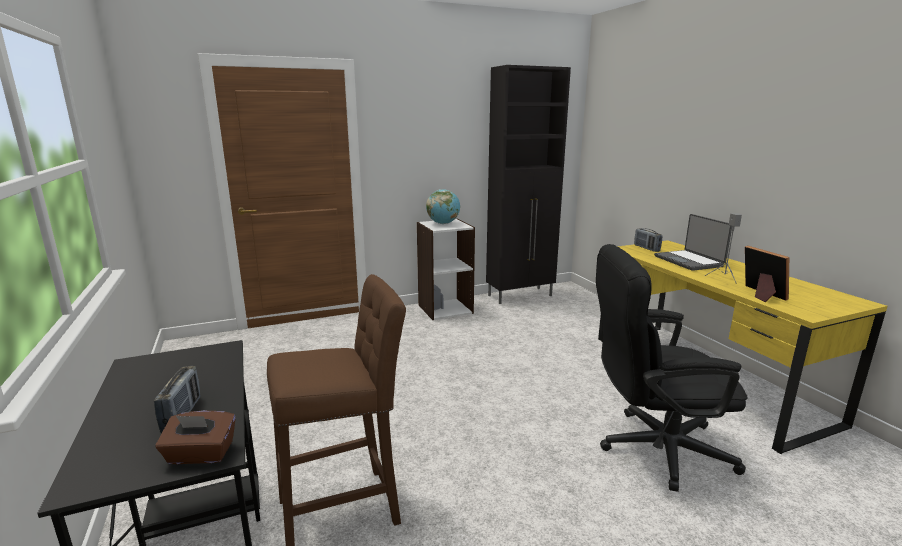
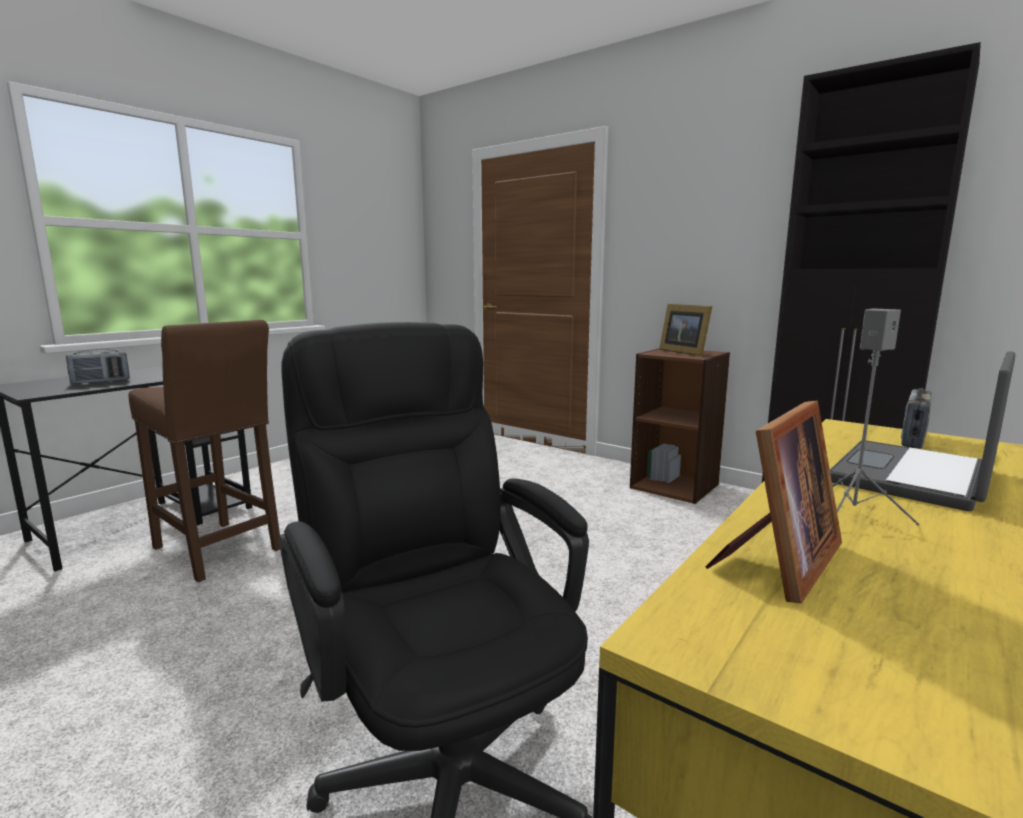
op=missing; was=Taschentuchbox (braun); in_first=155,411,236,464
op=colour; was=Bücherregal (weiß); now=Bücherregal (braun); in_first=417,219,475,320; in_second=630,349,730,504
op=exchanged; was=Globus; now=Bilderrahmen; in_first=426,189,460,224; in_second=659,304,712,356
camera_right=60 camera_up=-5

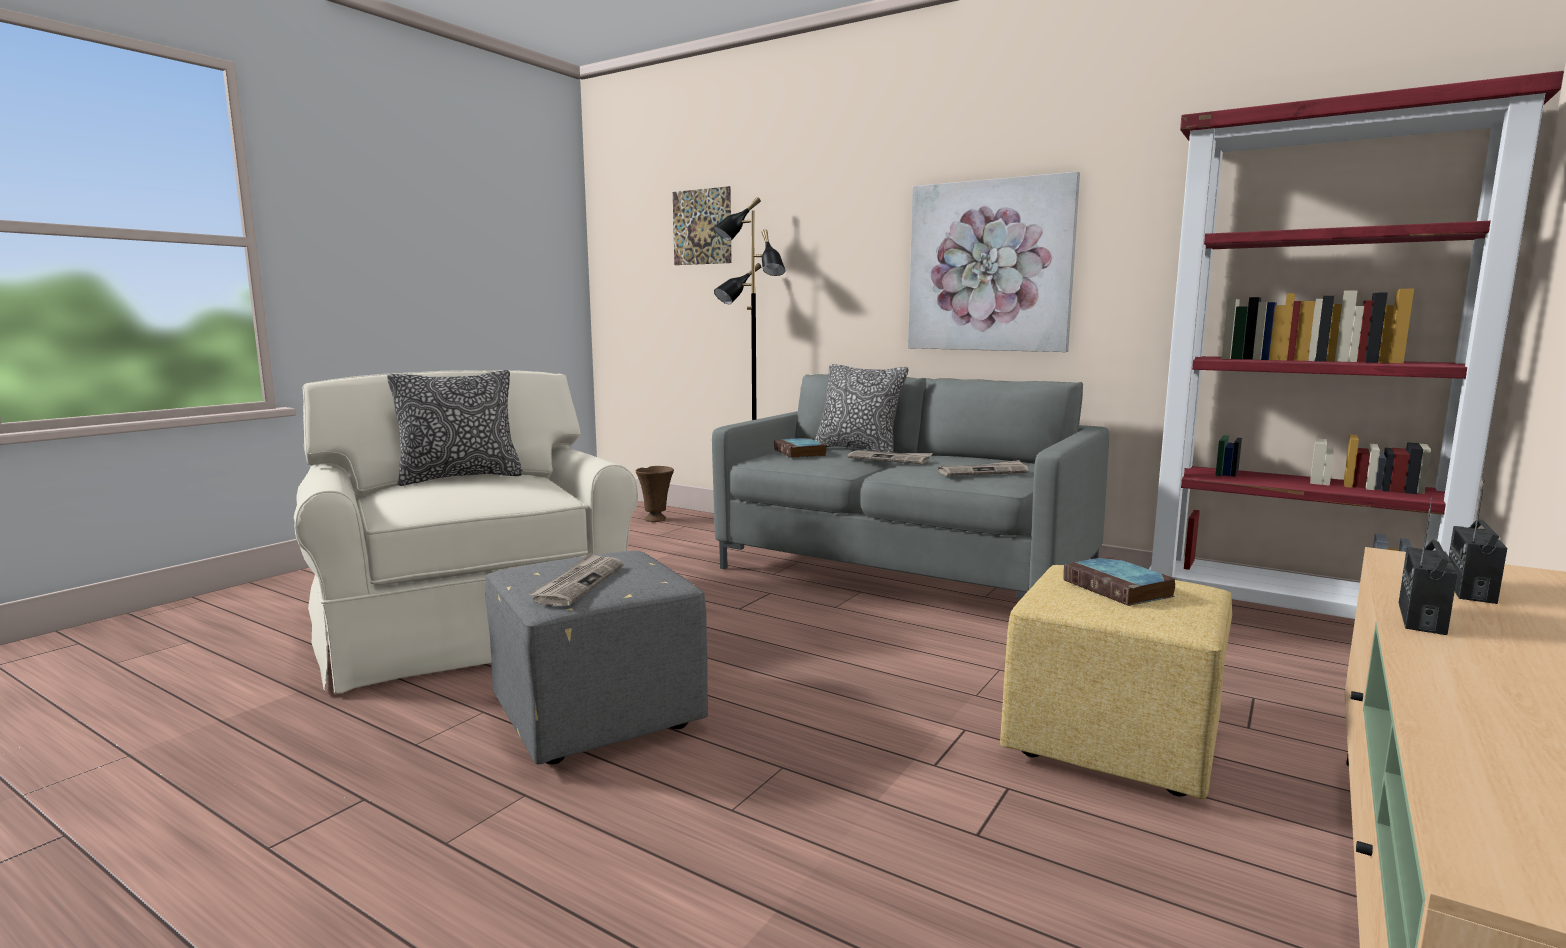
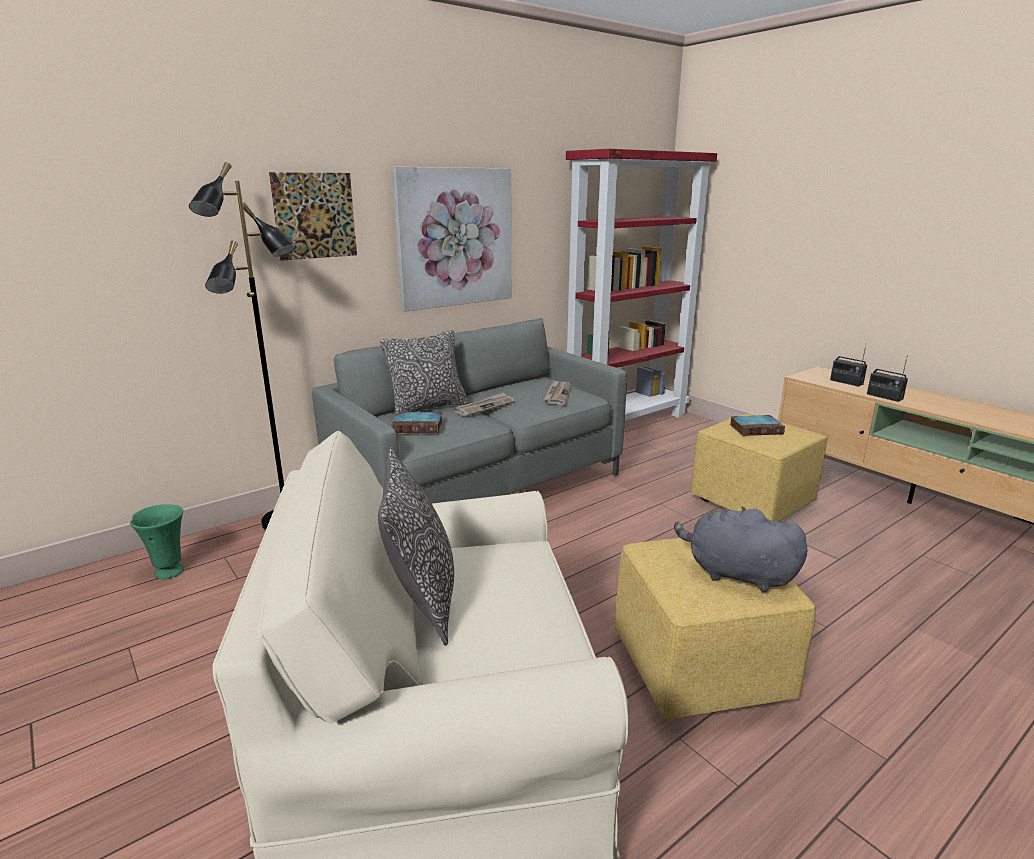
op=colour; was=Polsterhocker (grau); now=Polsterhocker (gelb); in_first=485,551,708,764; in_second=615,538,816,720
op=exchanged; was=Zeitung; now=Plüschtier (grau); in_first=528,553,623,606; in_second=674,506,808,592
op=colour; was=Vase (braun); now=Vase (grün); in_first=636,466,674,522; in_second=130,504,184,579
op=relocated; was=Bild; in_first=673,186,731,265; in_second=269,172,357,261
camera_right=-70 camera_up=10

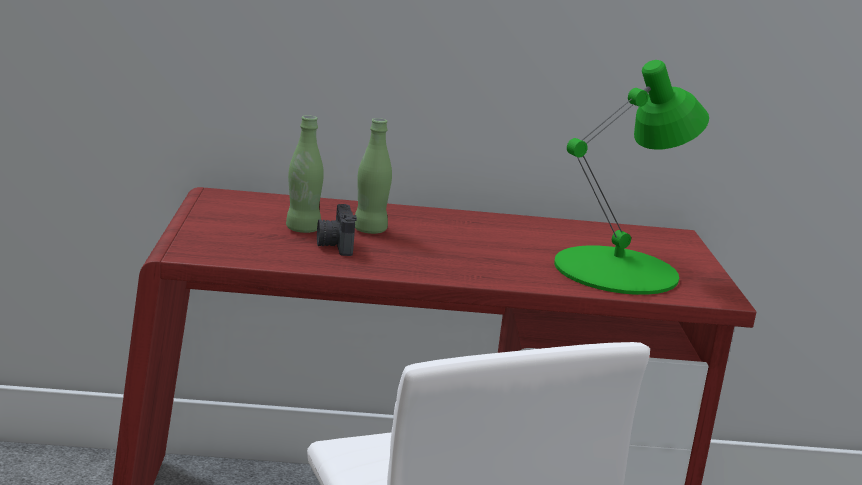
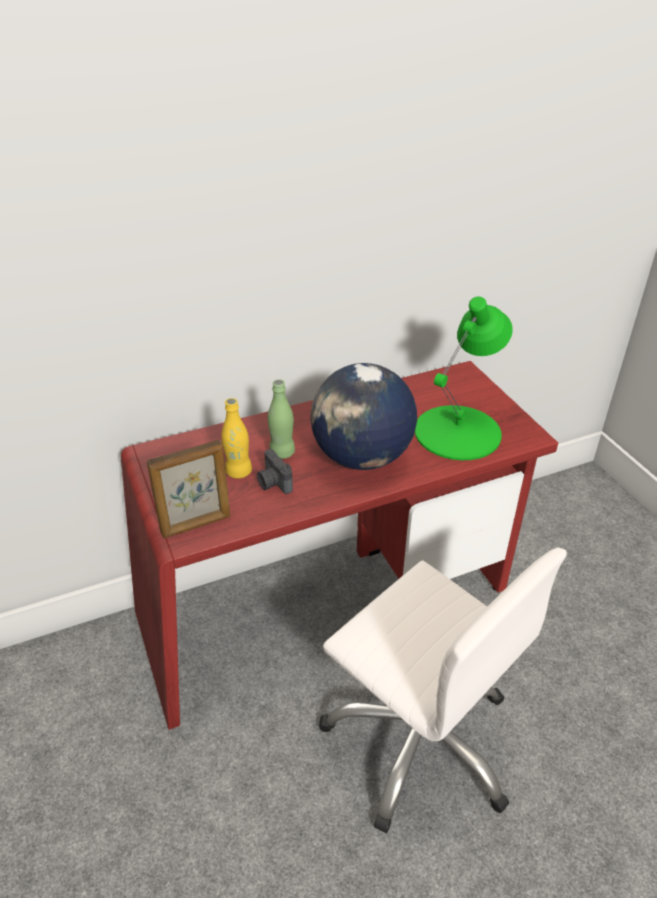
op=colour; was=Flasche (grün); now=Flasche (gelb); in_first=286,115,324,233; in_second=221,398,252,479
op=appeared; now=Bilderrahmen; in_second=147,440,230,538
op=appeared; now=Globus; in_second=310,363,417,470
camera_right=-20 camera_up=20

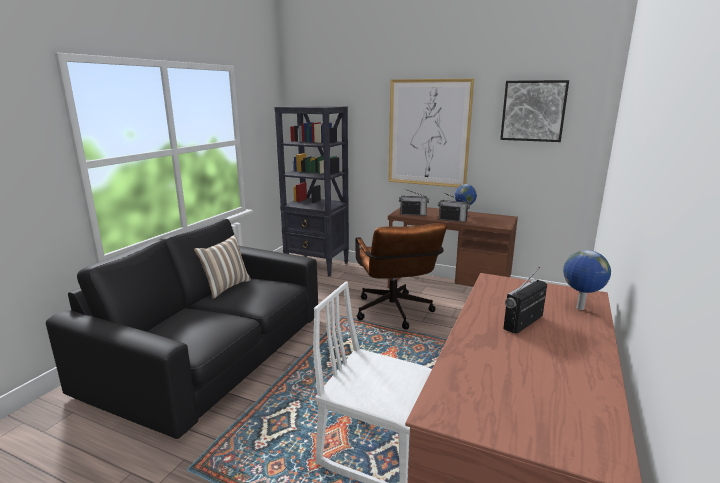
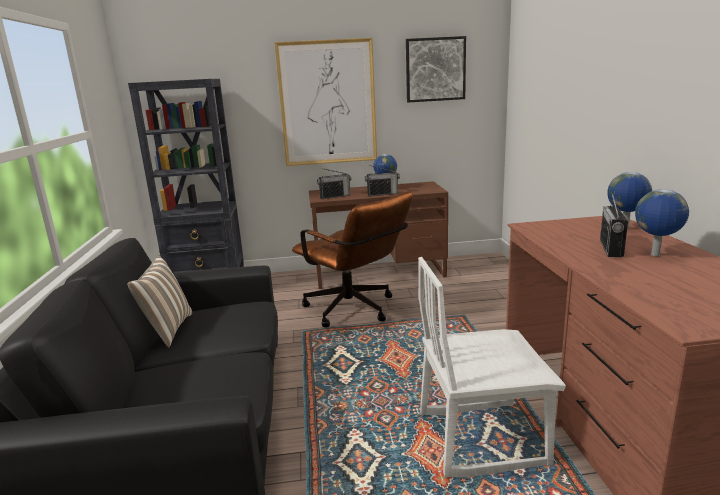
op=appeared; now=Globus; in_second=635,189,689,256
camera_right=-30 camera_up=0

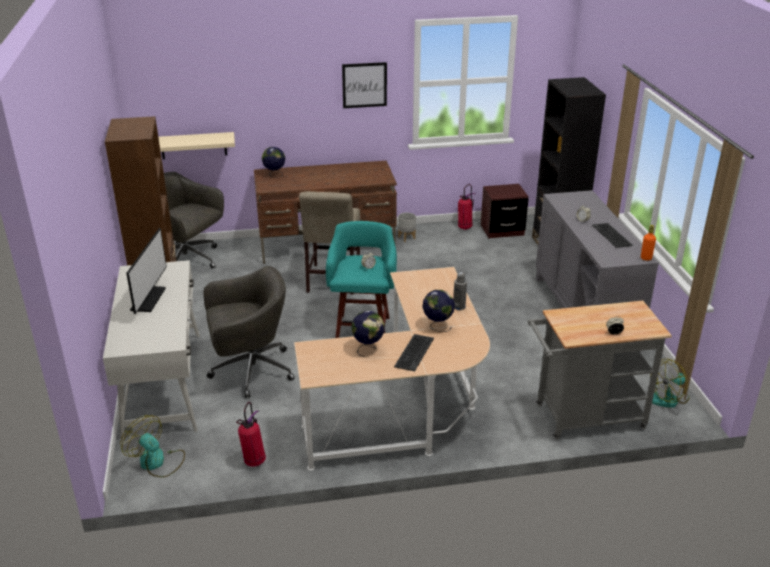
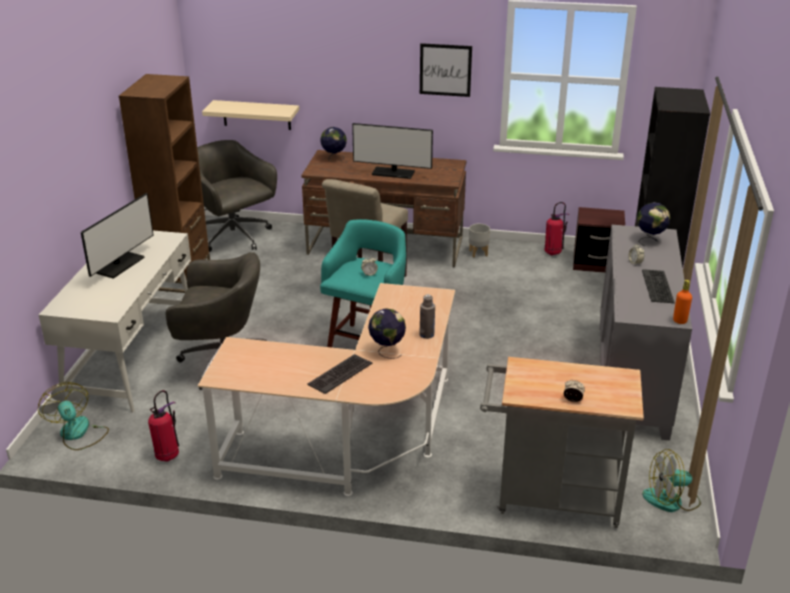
op=relocated; was=Globus; in_first=352,311,385,357; in_second=637,202,670,246
op=appeared; now=Monitor; in_second=352,123,433,179
camera_right=20 camera_up=0

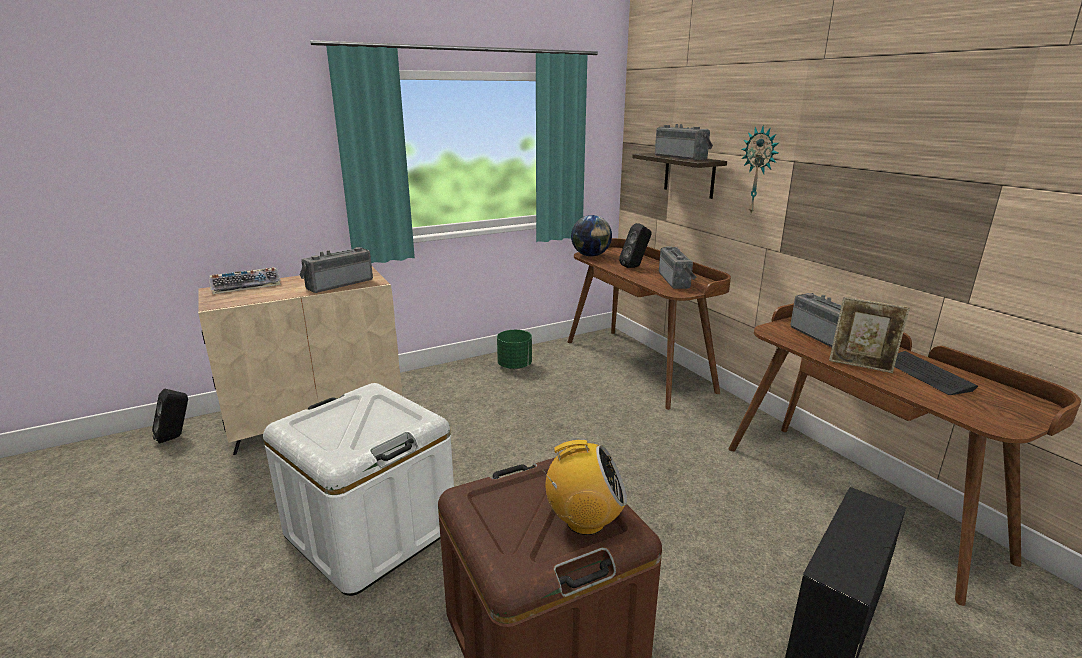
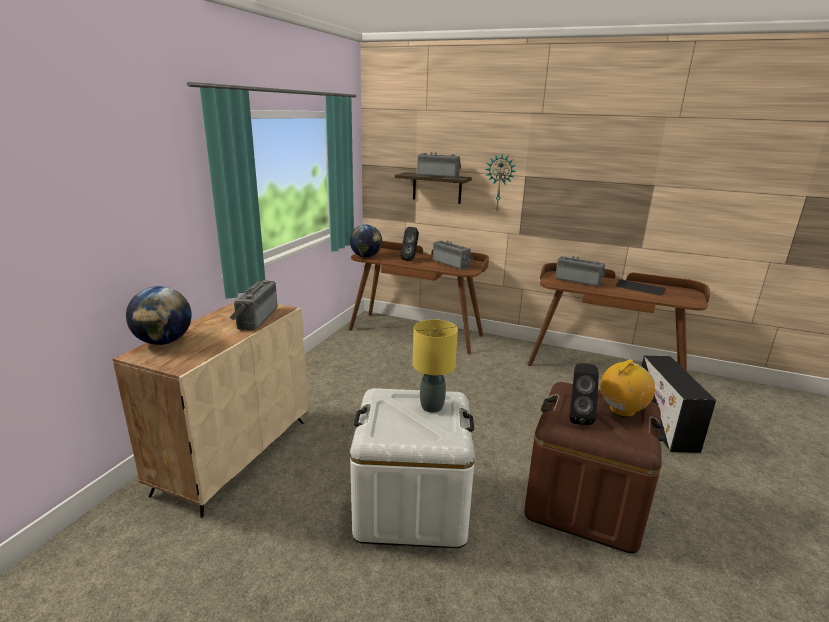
op=relocated; was=Lautsprecher (schwarz); in_first=152,389,188,444; in_second=569,363,599,425
op=exchanged; was=Tastatur; now=Globus; in_first=209,267,281,294; in_second=126,286,192,345
op=missing; was=Pflanzkübel (grün); in_first=497,330,532,369
op=missing; was=Bilderrahmen; in_first=829,297,910,373
op=appeared; now=Tischlampe (gelb); in_second=413,319,458,413
camera_right=-40 camera_up=0

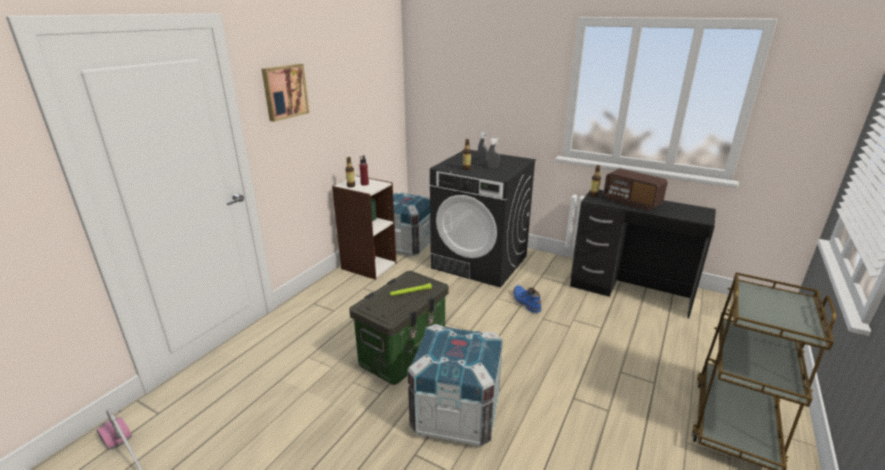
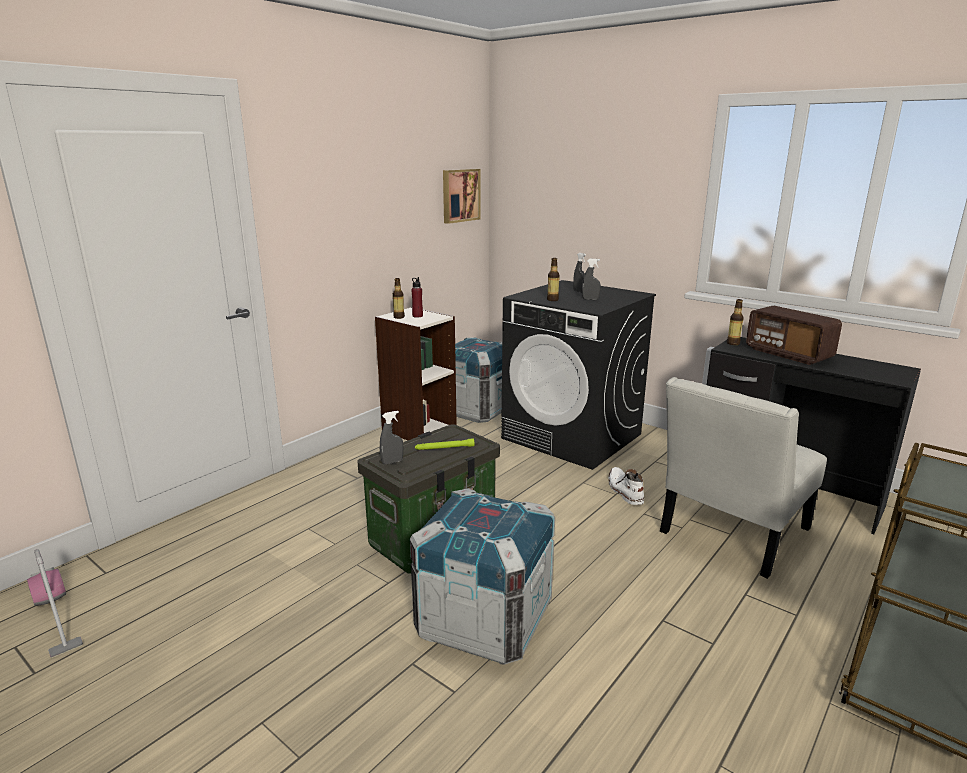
op=relocated; was=Bild; in_first=262,64,309,122; in_second=443,169,481,224
op=colour; was=Stiefel (blau); now=Stiefel (weiß); in_first=513,285,541,313; in_second=609,467,644,505
op=appeared; now=Sprühflasche (grau); in_second=380,411,403,464
op=appeared; now=Stuhl (weiß); in_second=660,377,827,579
camera_right=10 camera_up=-5

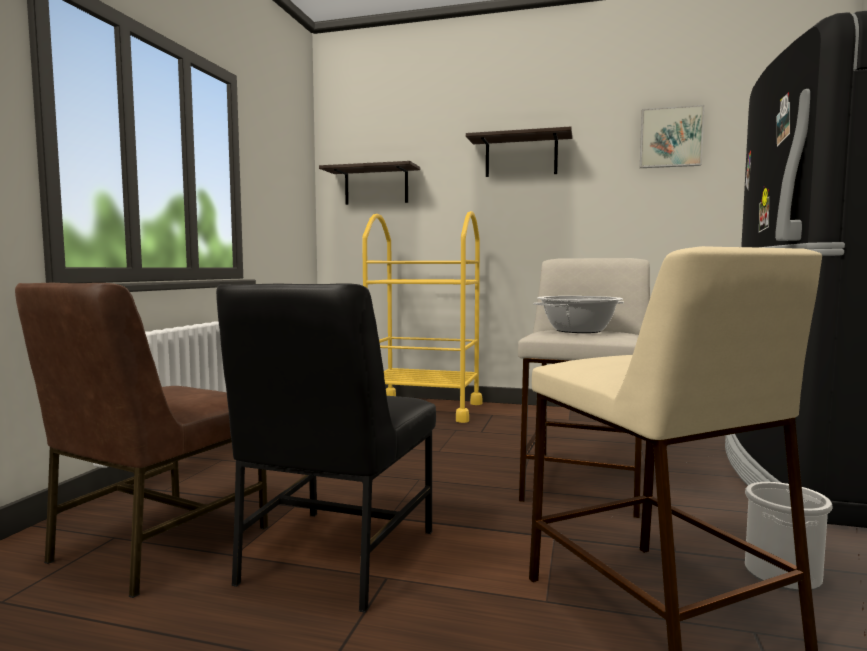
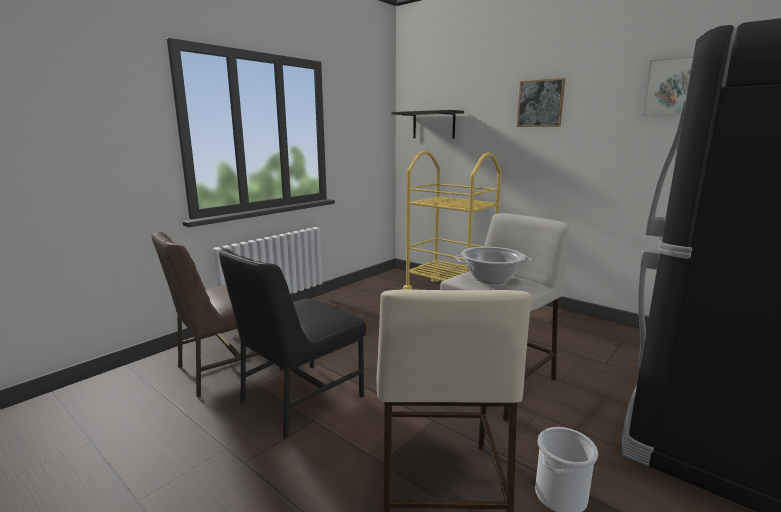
op=exchanged; was=Wandregal; now=Bild; in_first=466,126,572,177; in_second=517,78,565,127
camera_right=25 camera_up=10

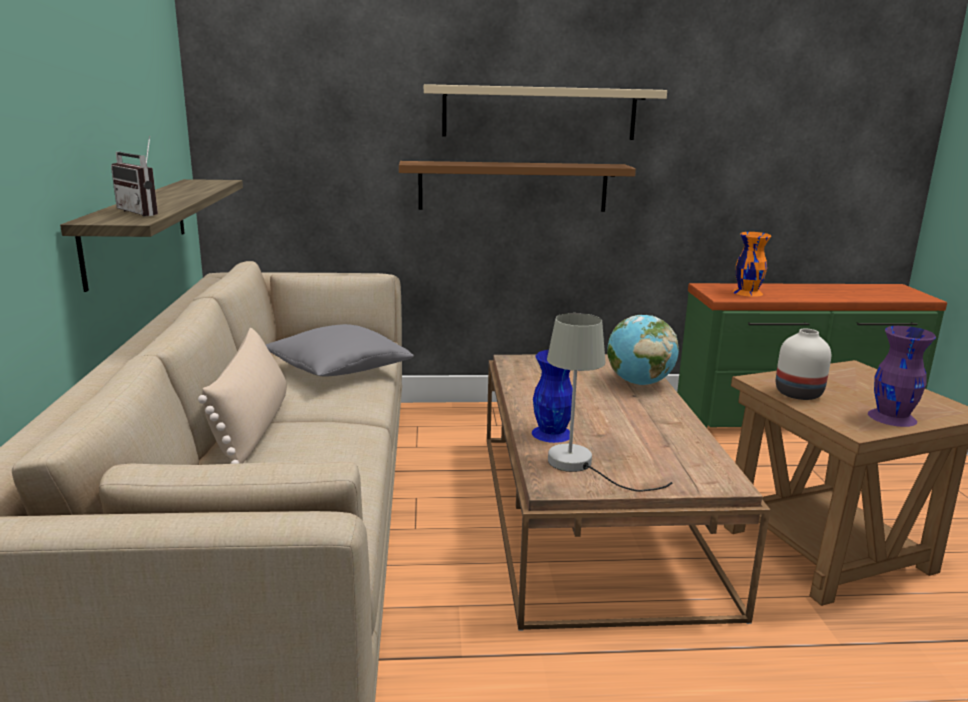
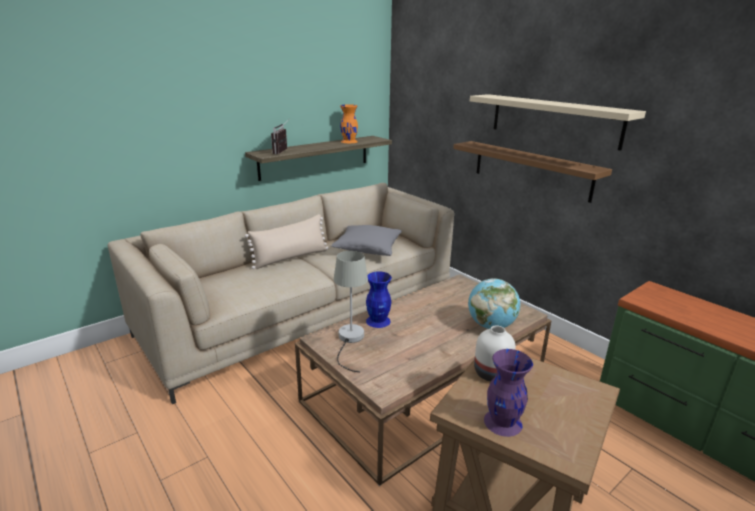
op=relocated; was=Vase (orange); in_first=733,232,771,297; in_second=340,104,358,143
camera_right=55 camera_up=5

